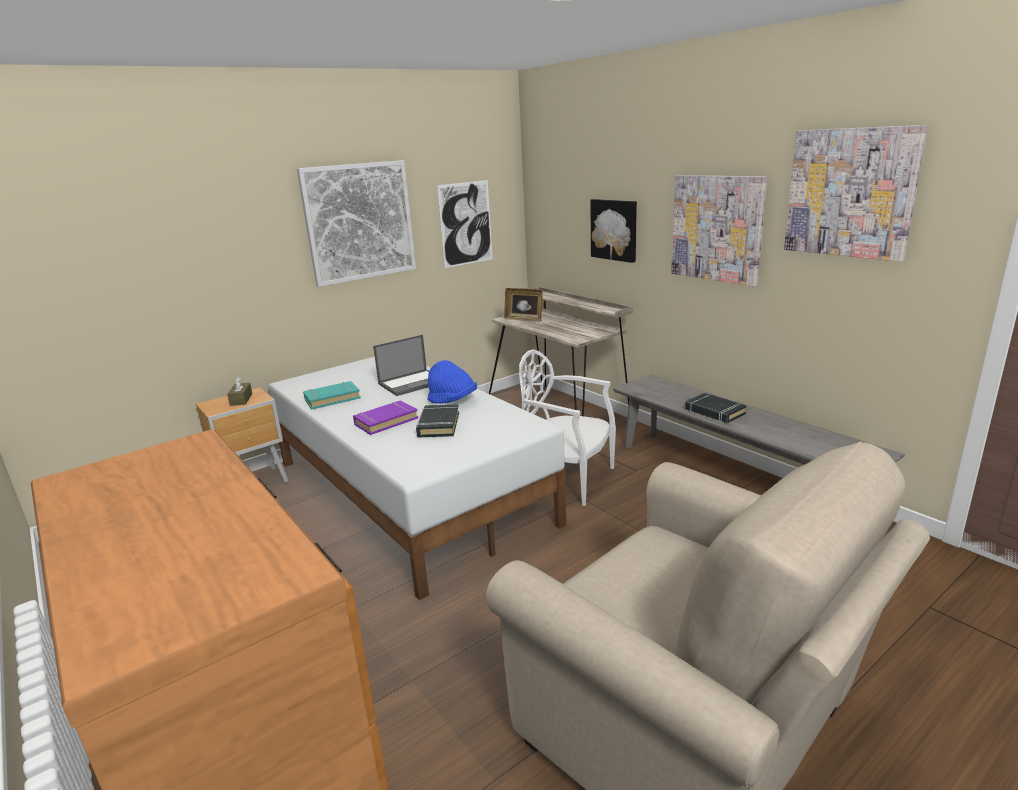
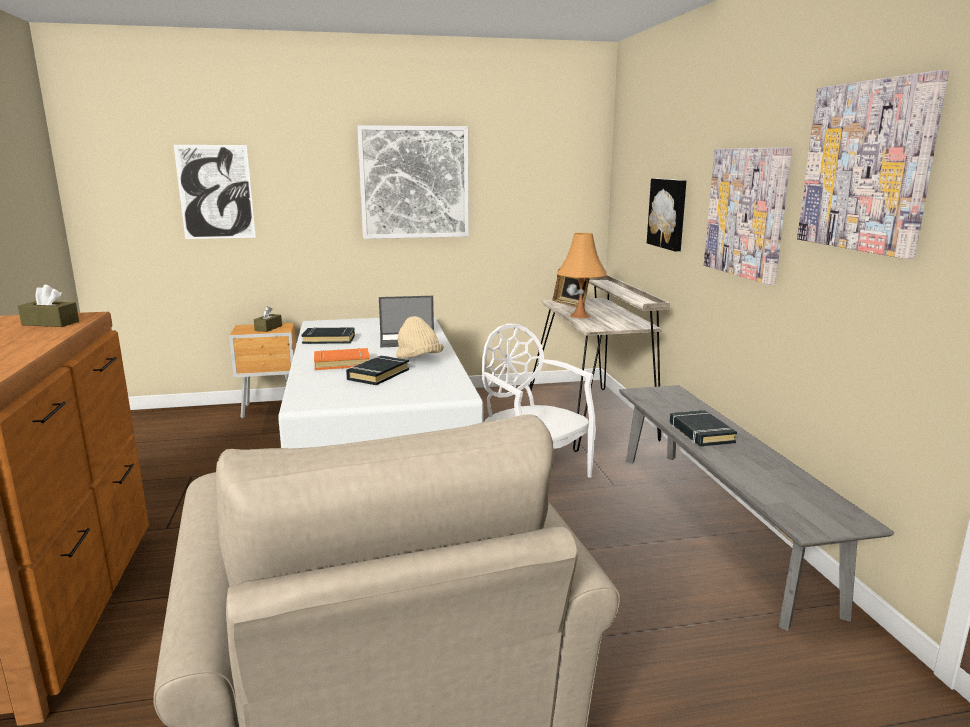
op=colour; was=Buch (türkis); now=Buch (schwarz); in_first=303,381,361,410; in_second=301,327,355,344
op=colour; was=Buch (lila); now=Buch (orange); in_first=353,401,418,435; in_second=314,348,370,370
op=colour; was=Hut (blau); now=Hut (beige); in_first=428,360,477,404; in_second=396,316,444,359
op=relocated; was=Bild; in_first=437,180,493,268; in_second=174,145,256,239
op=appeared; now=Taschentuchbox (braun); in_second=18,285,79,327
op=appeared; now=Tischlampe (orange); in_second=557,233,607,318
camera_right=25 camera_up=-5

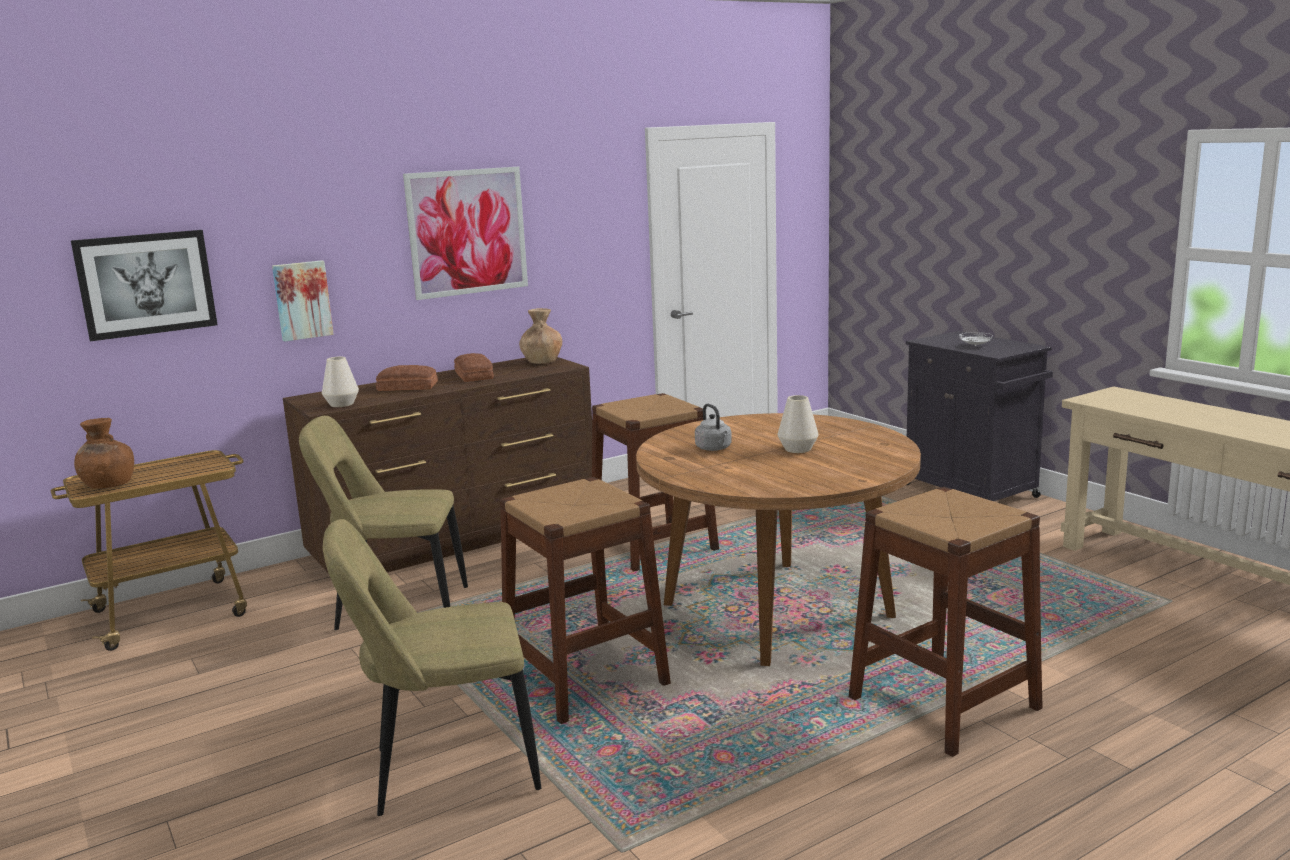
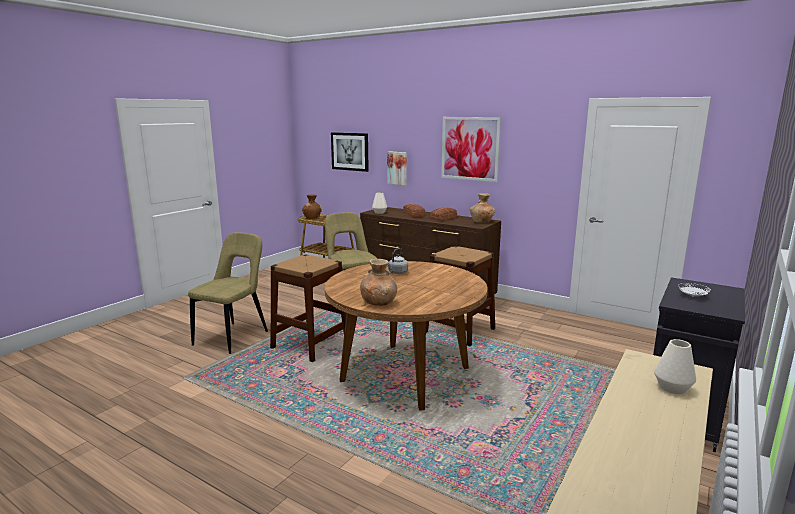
op=spun; was=Stuhl (beige); in_first=323,519,541,816; in_second=188,232,268,354; clockwise=60
op=relocated; was=Vase (weiß); in_first=778,395,819,453; in_second=654,339,696,394
op=missing; was=Hocker (braun); in_first=849,487,1043,757
op=appeared; now=Vase (braun); in_second=360,259,397,306
camera_right=65 camera_up=0

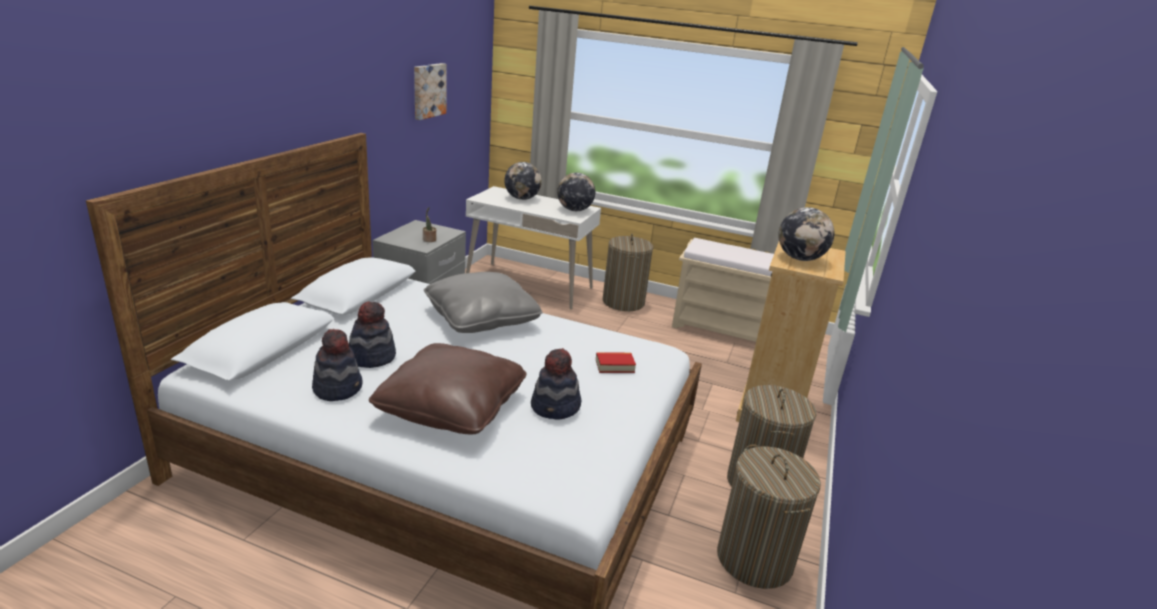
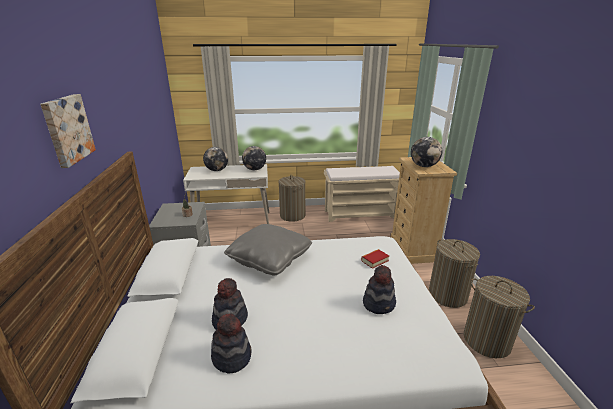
op=missing; was=Kissen (braun); in_first=369,343,527,434
op=relocated; was=Bild; in_first=414,63,447,120; in_second=40,94,96,168
camera_right=-25 camera_up=0

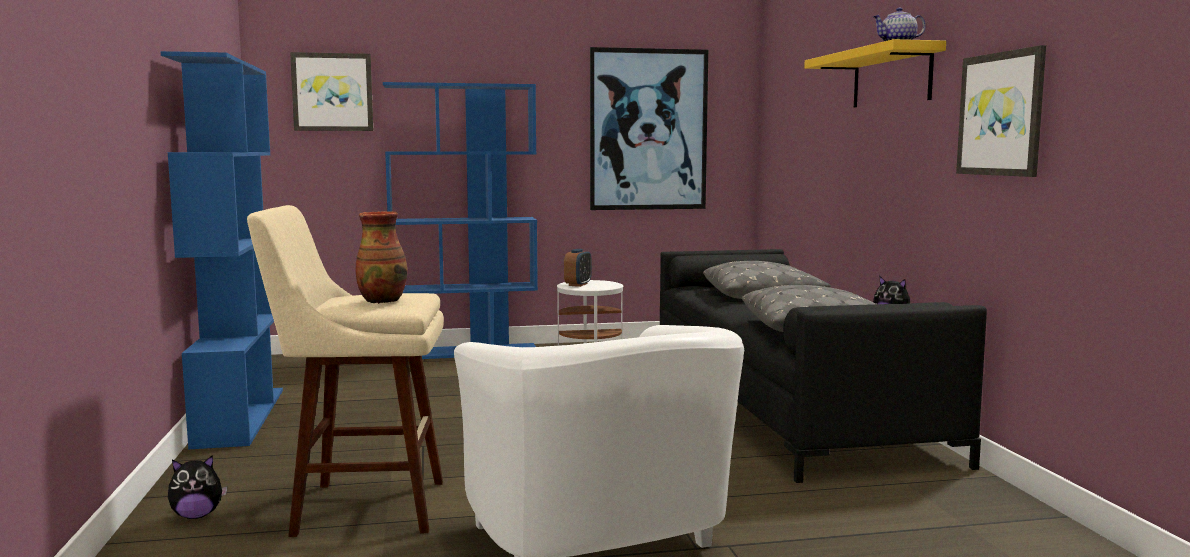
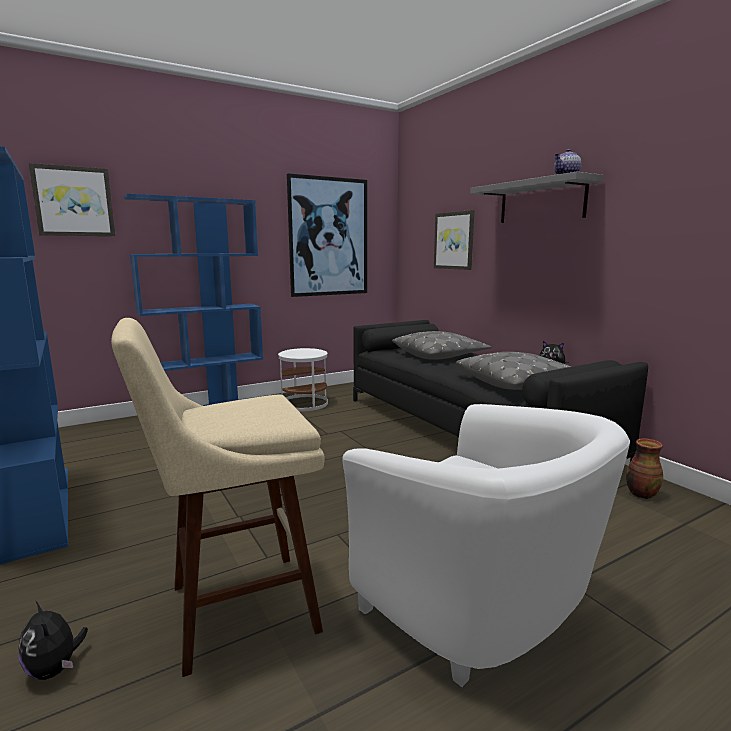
op=spun; was=Plüschtier; in_first=168,455,227,519; in_second=19,601,88,680; clockwise=90
op=relocated; was=Vase; in_first=356,211,407,304; in_second=626,438,663,499
op=missing; was=Wecker; in_first=564,249,592,287
op=colour; was=Wandregal (gelb); now=Wandregal (grau); in_first=804,39,946,108; in_second=470,172,603,223
op=relocated; was=Bild; in_first=956,45,1046,177; in_second=434,210,475,270
camera_right=-20 camera_up=5

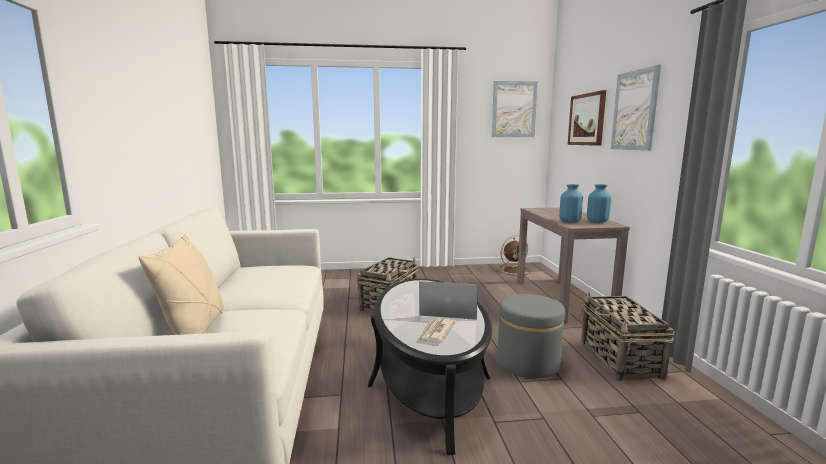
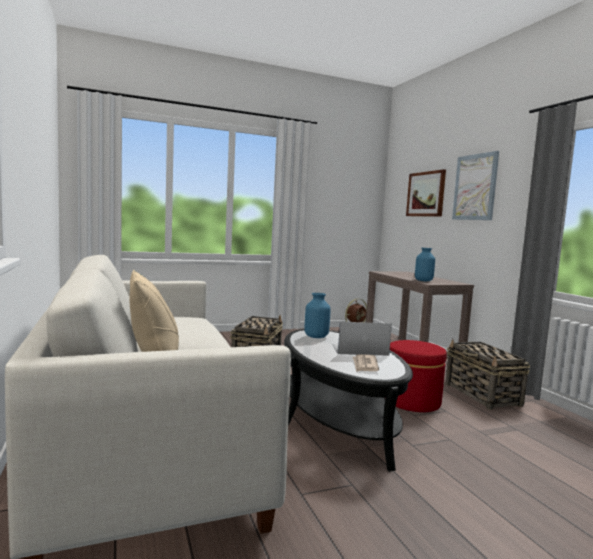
op=missing; was=Bild; in_first=492,81,538,137
op=colour; was=Polsterhocker (grau); now=Polsterhocker (rot); in_first=497,294,565,378; in_second=385,340,447,412
op=relocated; was=Vase (blau); in_first=587,184,611,223; in_second=304,293,331,338
camera_right=-15 camera_up=-5

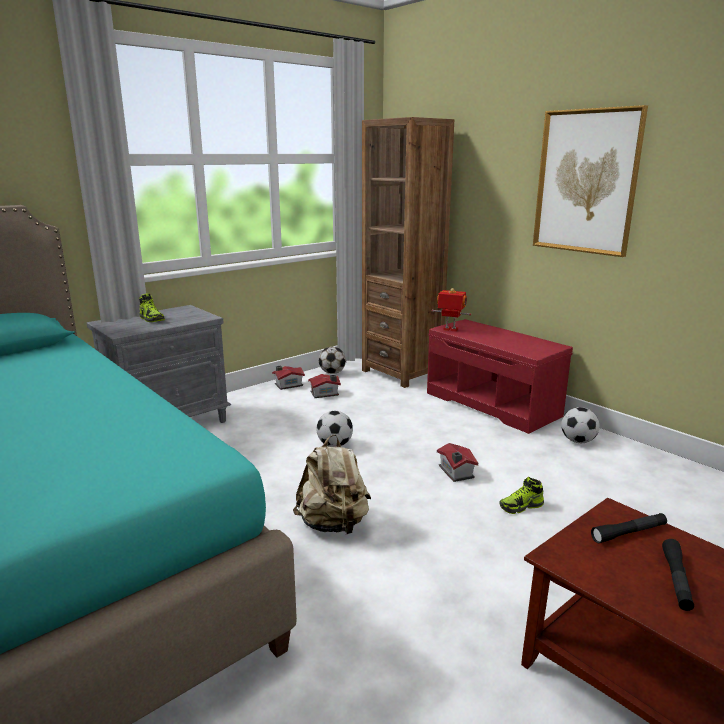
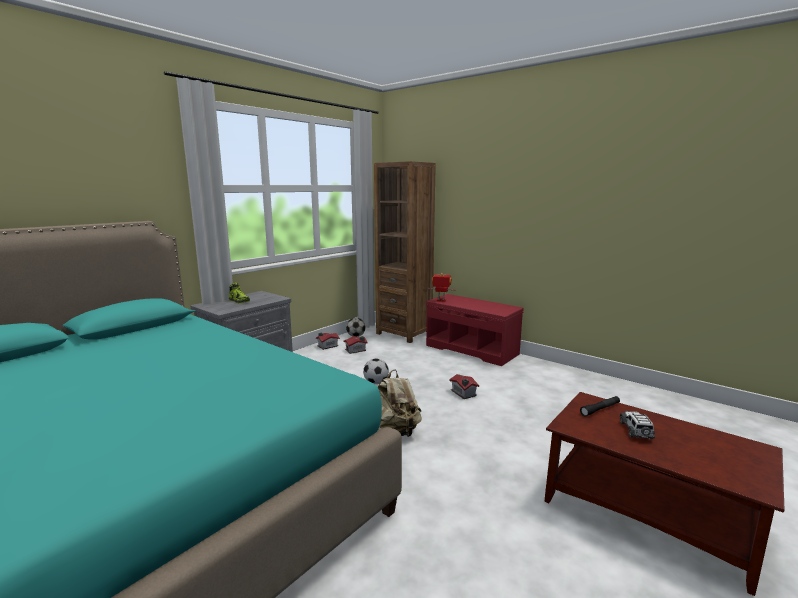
op=missing; was=Schuh; in_first=499,477,544,514
op=missing; was=Bild; in_first=533,105,648,257
op=missing; was=Fußball; in_first=561,407,600,443
op=exchanged; was=Taschenlampe (schwarz); now=Spielzeugauto; in_first=662,539,694,611; in_second=619,410,655,440
camera_right=-10 camera_up=-5

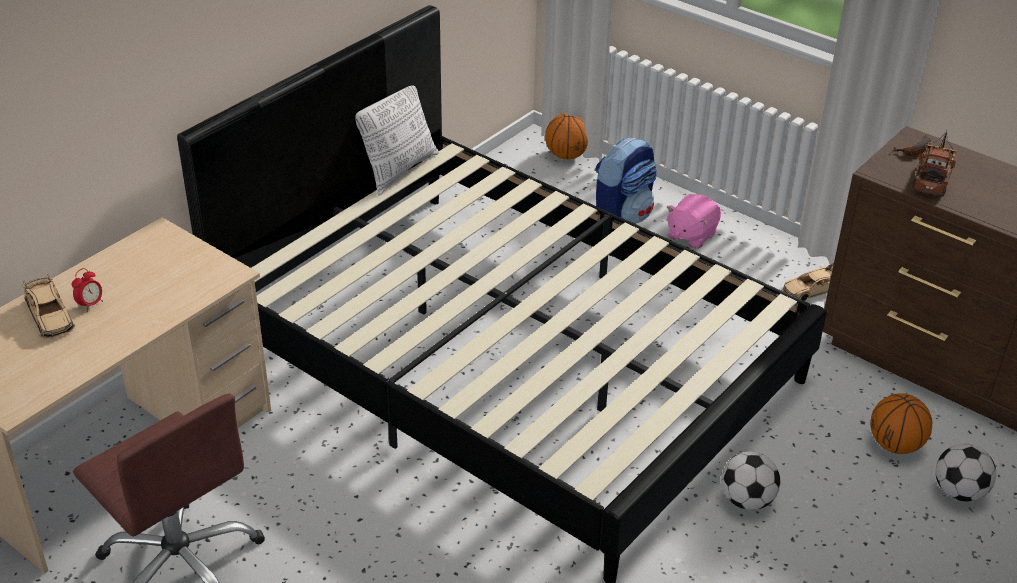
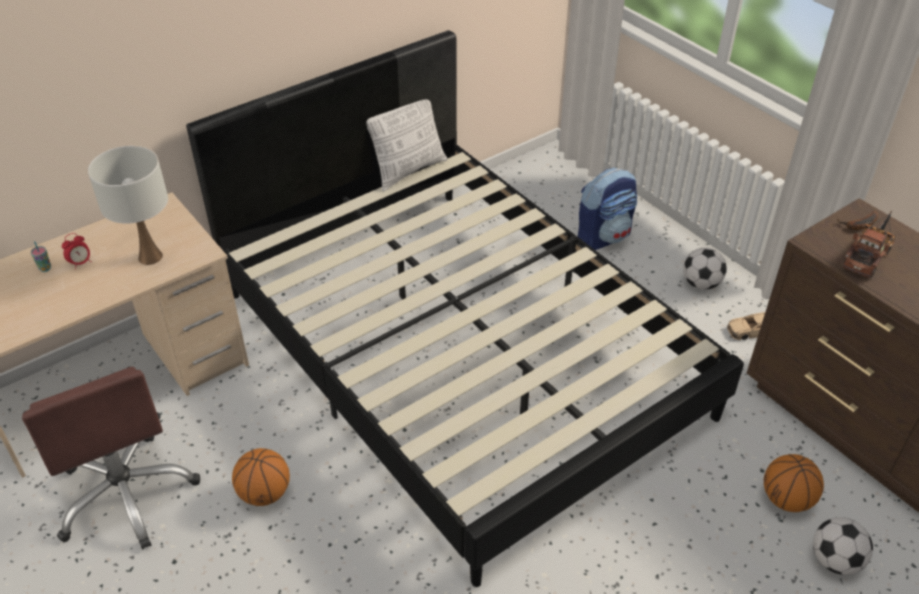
op=exchanged; was=Spielzeugauto (beige); now=Tasse; in_first=22,273,75,339; in_second=31,241,51,272
op=relocated; was=Basketball; in_first=545,113,588,159; in_second=232,448,290,506
op=missing; was=Plüschtier (rosa); in_first=667,194,721,249
op=relocated; was=Fußball; in_first=721,451,780,510; in_second=683,248,727,290
op=appeared; now=Tischlampe (weiß); in_second=88,146,168,265
camera_right=15 camera_up=5

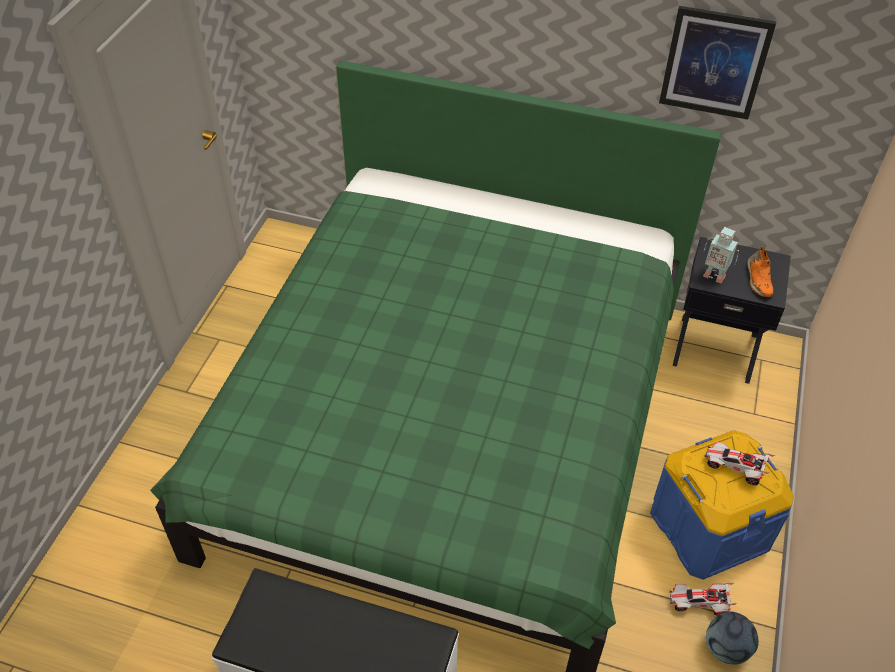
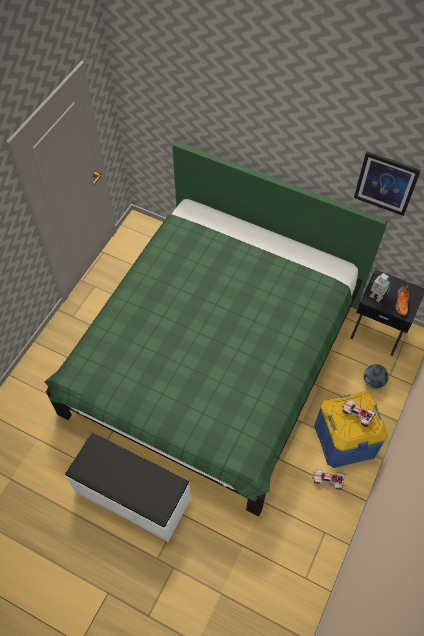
op=relocated; was=Fußball; in_first=706,612,759,664; in_second=363,364,389,389
camera_right=10 camera_up=10

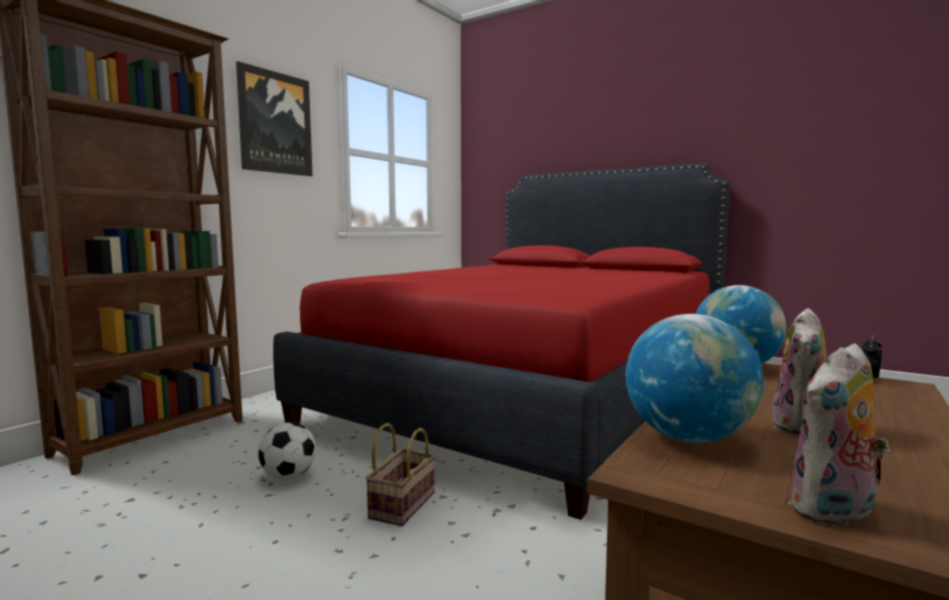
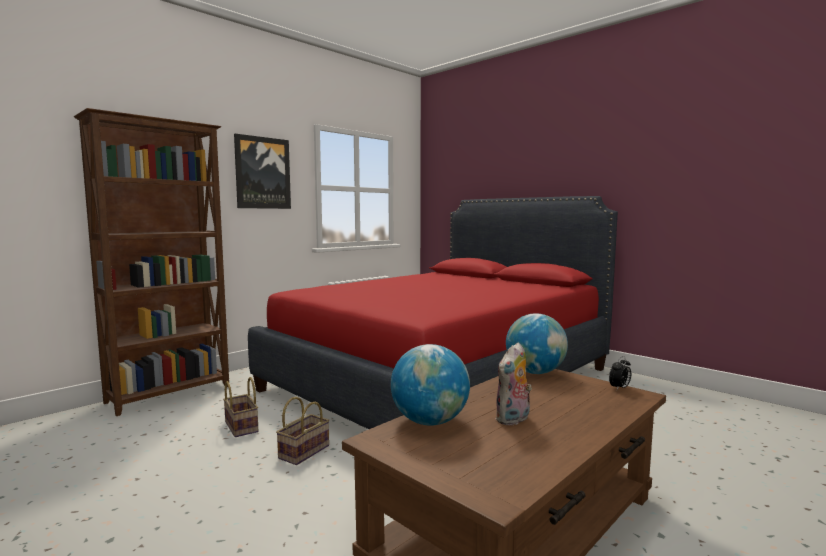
op=exchanged; was=Fußball; now=Korb; in_first=258,422,316,479; in_second=223,377,258,437
op=missing; was=Plüschtier; in_first=788,343,890,526
camera_right=10 camera_up=0

